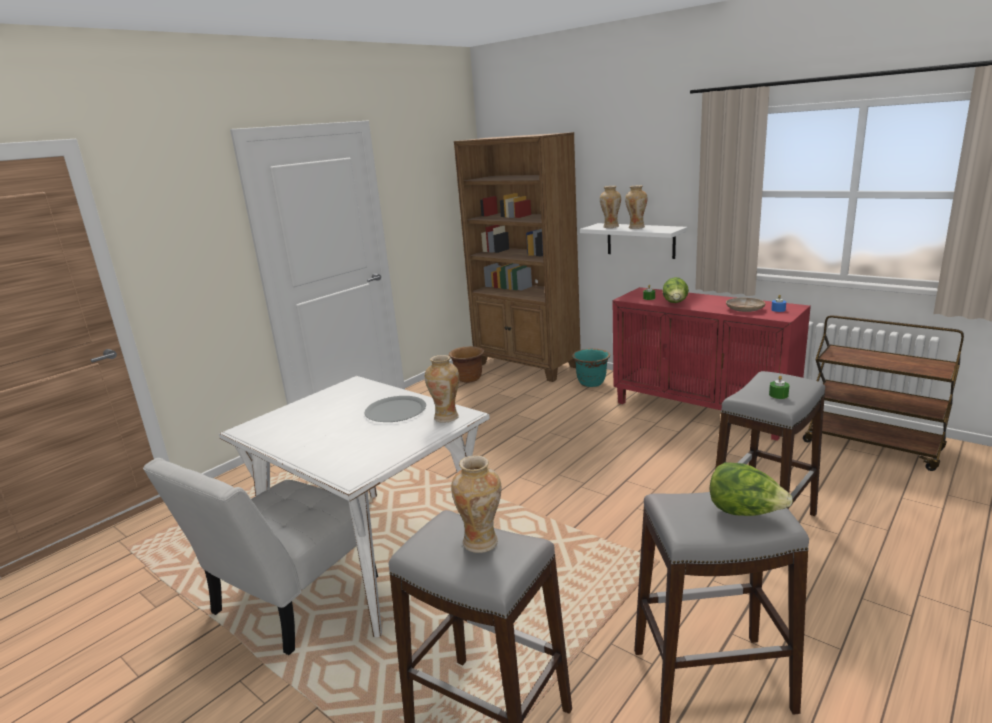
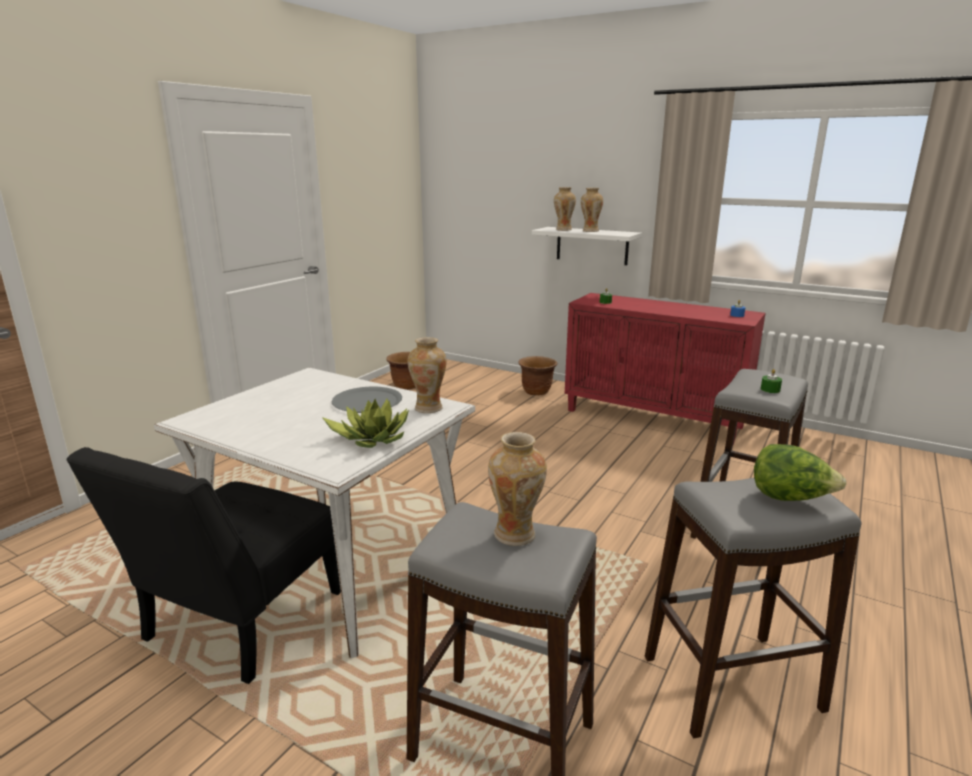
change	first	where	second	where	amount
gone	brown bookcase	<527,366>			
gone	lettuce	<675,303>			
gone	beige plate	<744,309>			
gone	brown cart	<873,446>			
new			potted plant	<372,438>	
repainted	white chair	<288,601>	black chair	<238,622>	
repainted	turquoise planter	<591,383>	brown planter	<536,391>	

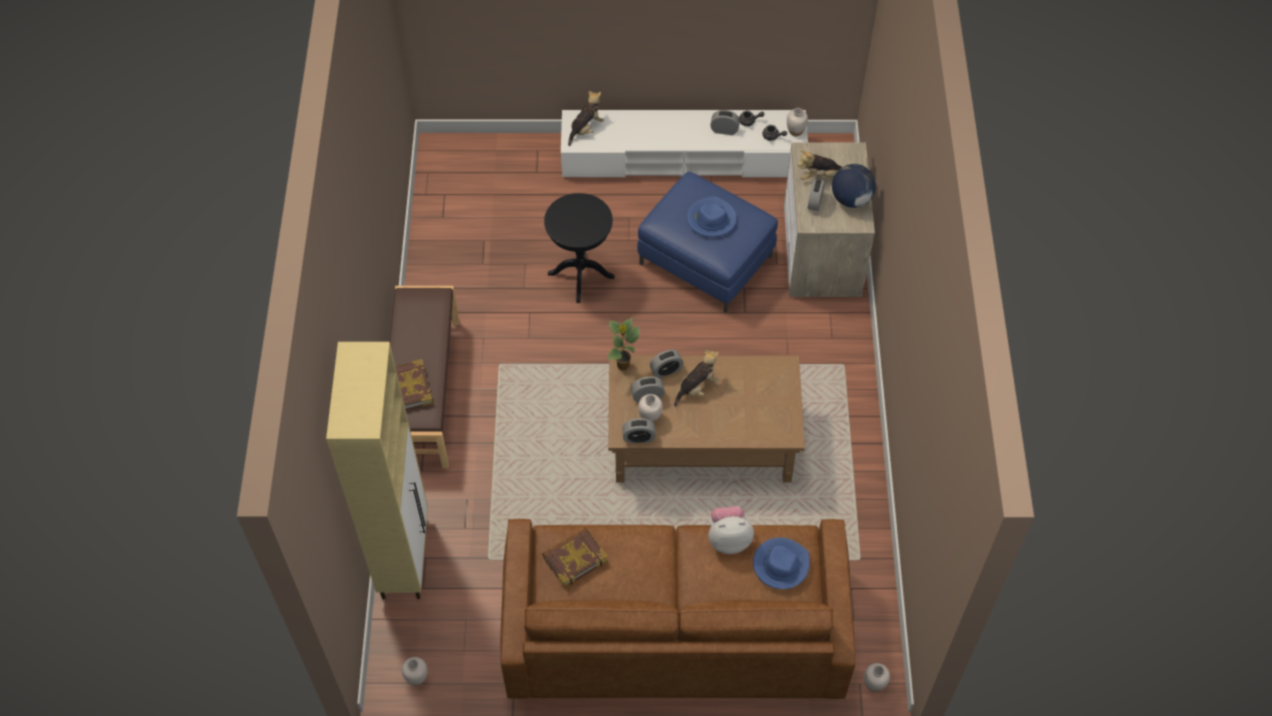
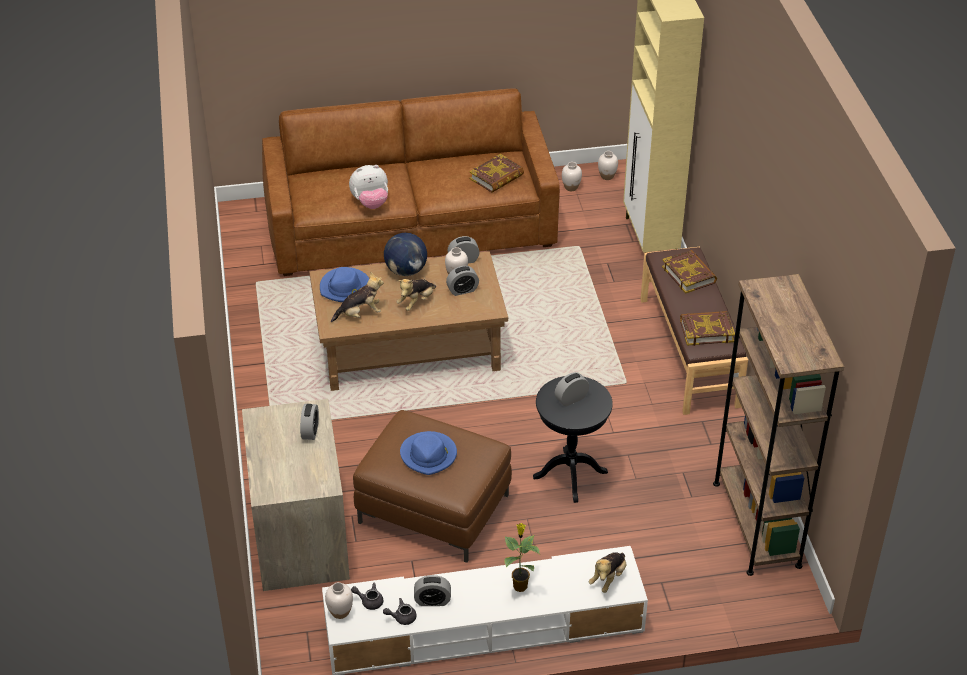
change	first	where	second	where	amount
new			book	<706,331>	
new			brown bookcase	<756,524>	
shifted	potted plant	<623,366>		<520,585>	
shifted	alarm clock	<666,370>		<571,399>	
shifted	blue hat	<780,564>		<345,287>	
shifted	plush toy	<819,176>		<360,314>	
shifted	globe	<851,199>		<406,271>	
shifted	white vase	<874,684>		<571,187>	
repainted	blue ottoman	<706,260>	brown ottoman	<433,509>	

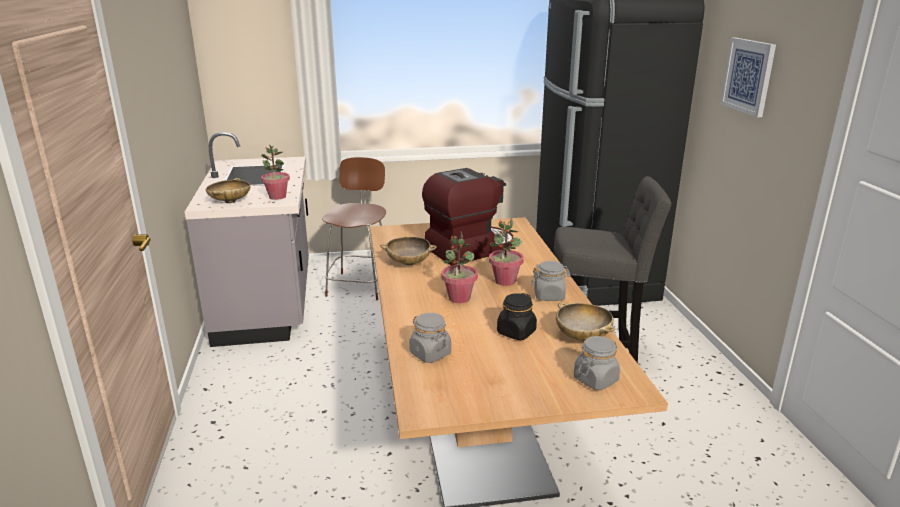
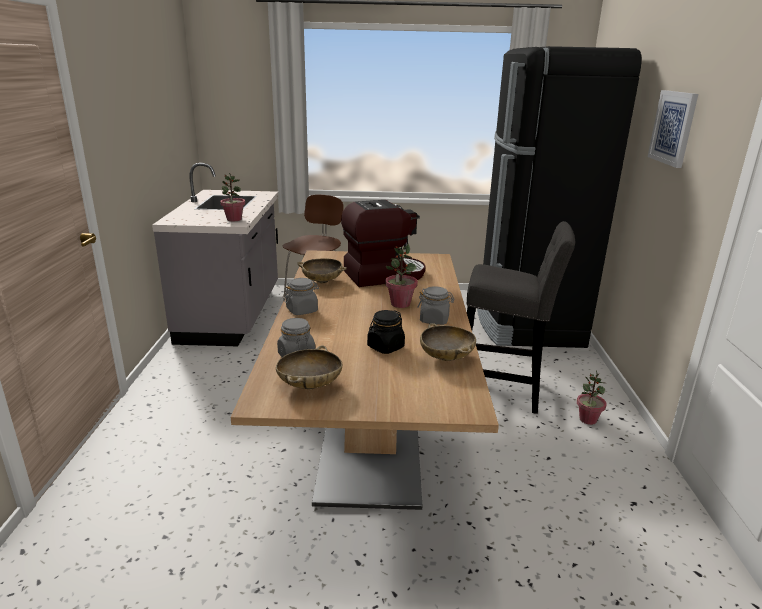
change	first	where	second	where	amount
shifted	beige bowl	<229,201>		<309,385>	
shifted	potted plant	<459,298>		<587,419>	
shifted	grey jar	<595,379>		<302,310>	

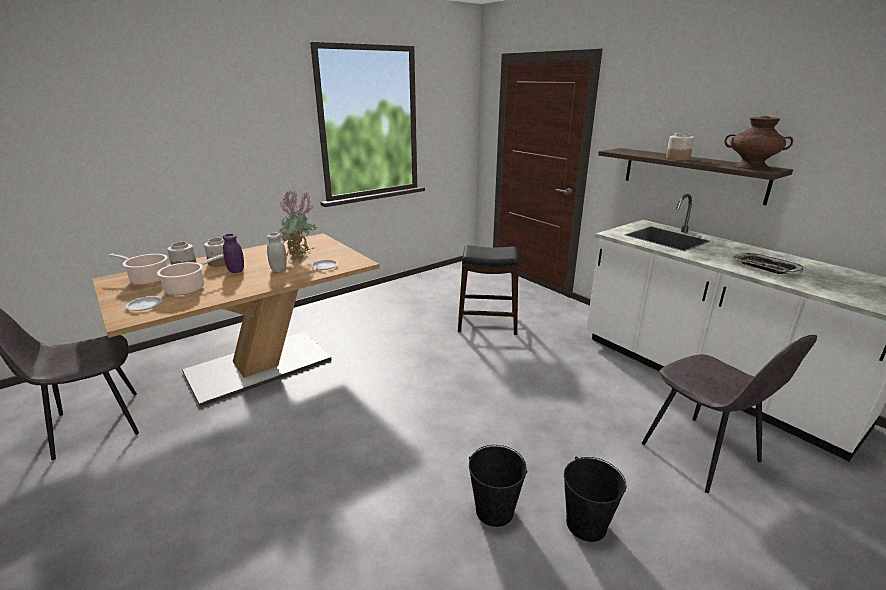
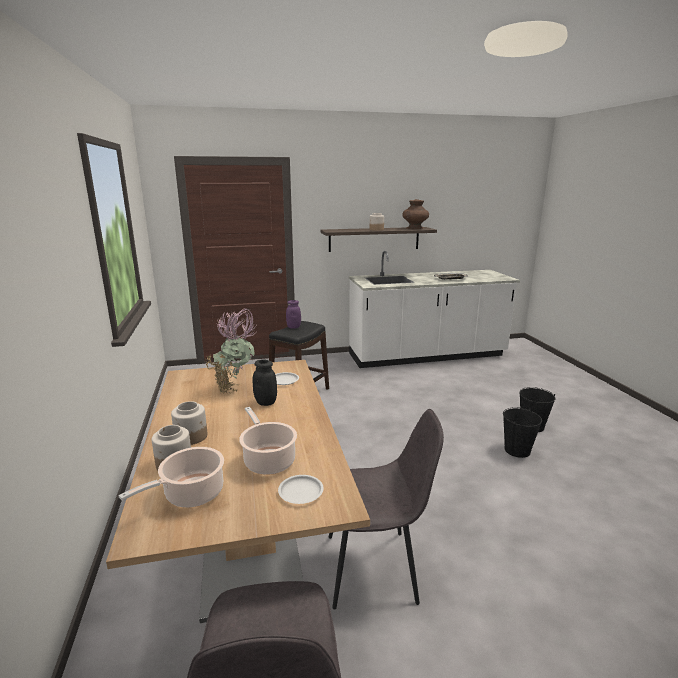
change	first	where	second	where	amount
shifted	purple jar	<236,270>		<293,327>	
shifted	grey chair	<702,454>		<373,567>	
repainted	white jar	<279,269>	black jar	<266,402>	

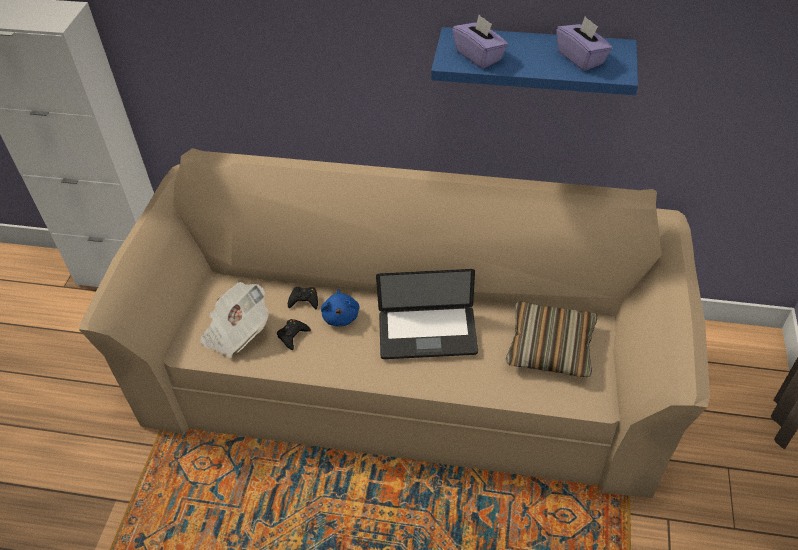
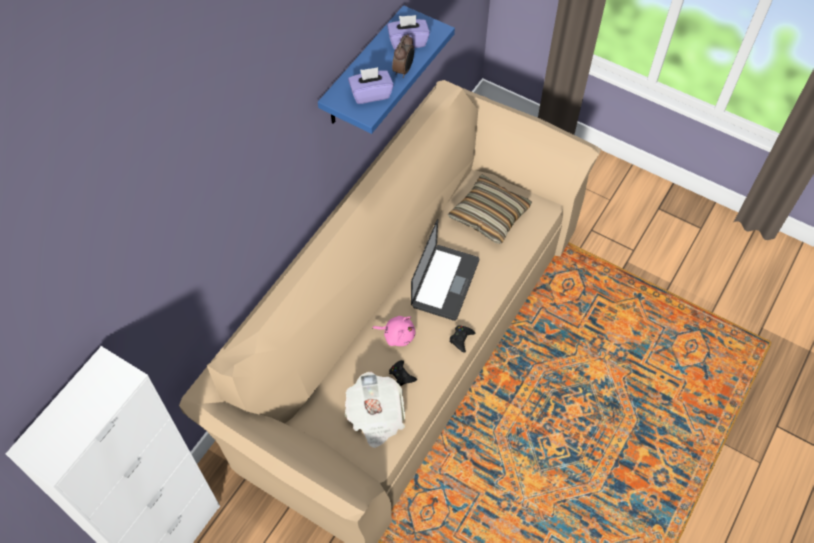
change	first	where	second	where	amount
new			alarm clock	<404,70>	
shifted	black game controller	<304,300>		<461,339>	
repainted	blue plush toy	<341,315>	pink plush toy	<397,335>	

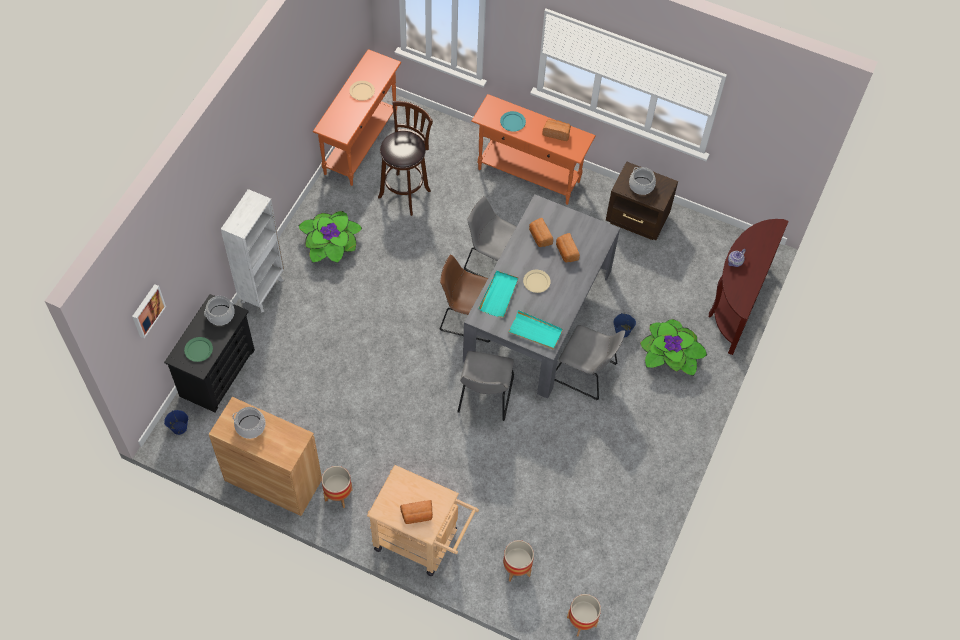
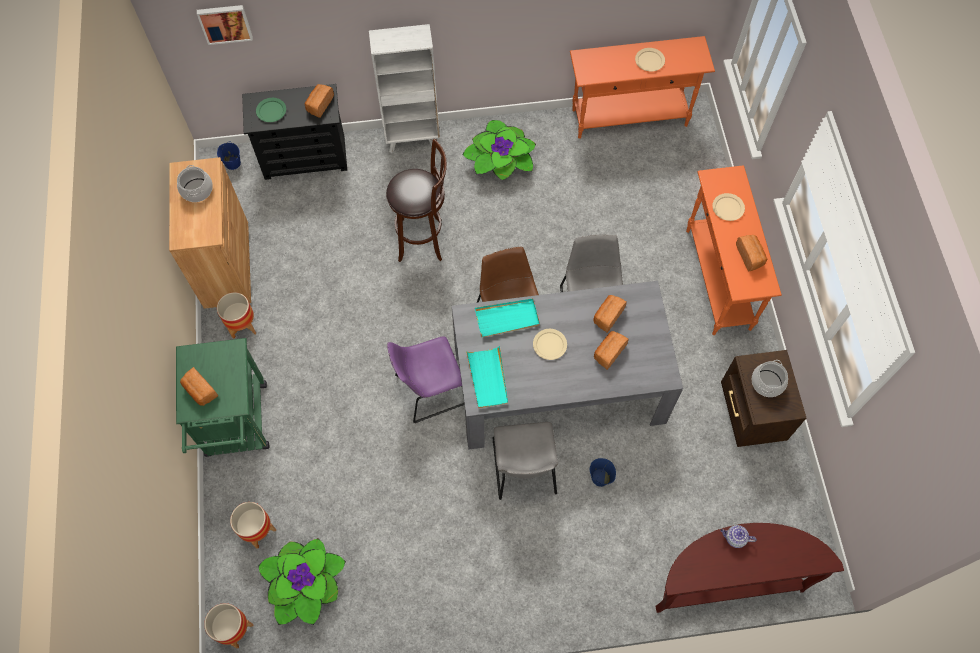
change	first	where	second	where	amount
shifted	brown stool	<406,192>		<423,240>	
shifted	potted plant	<669,356>		<305,584>	
swapped	cooking pot	<220,315>	bread	<319,105>	
repainted	beige cart	<422,542>	green cart	<237,427>	
repainted	grey chair	<485,396>	purple chair	<430,389>	
repainted	turquoise plate	<513,122>	beige plate	<728,208>	

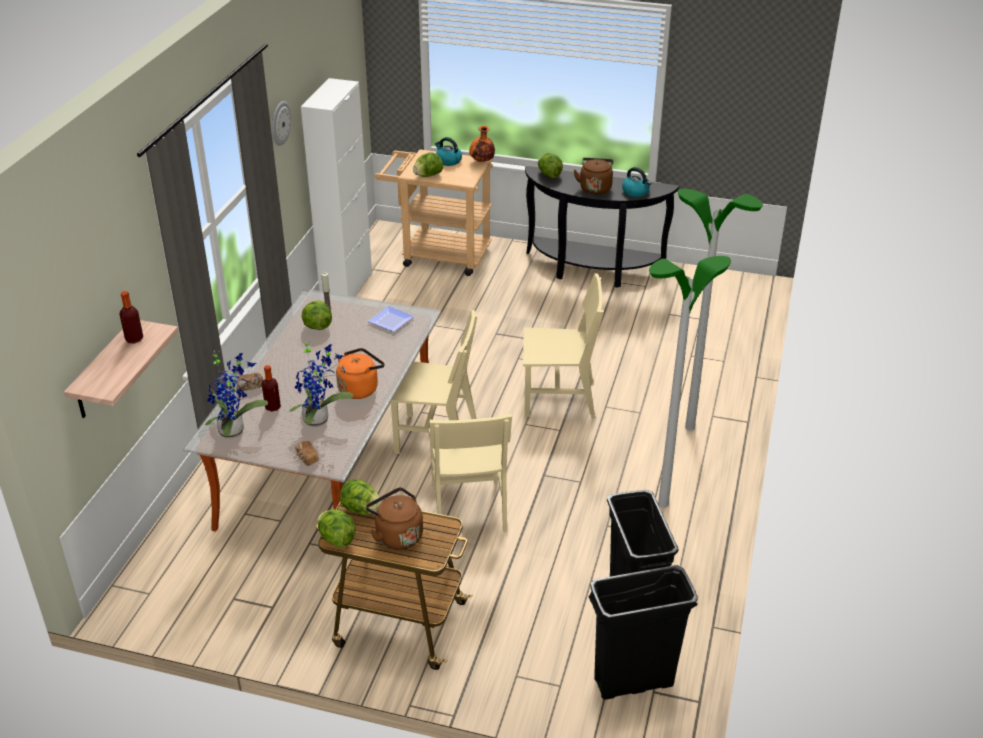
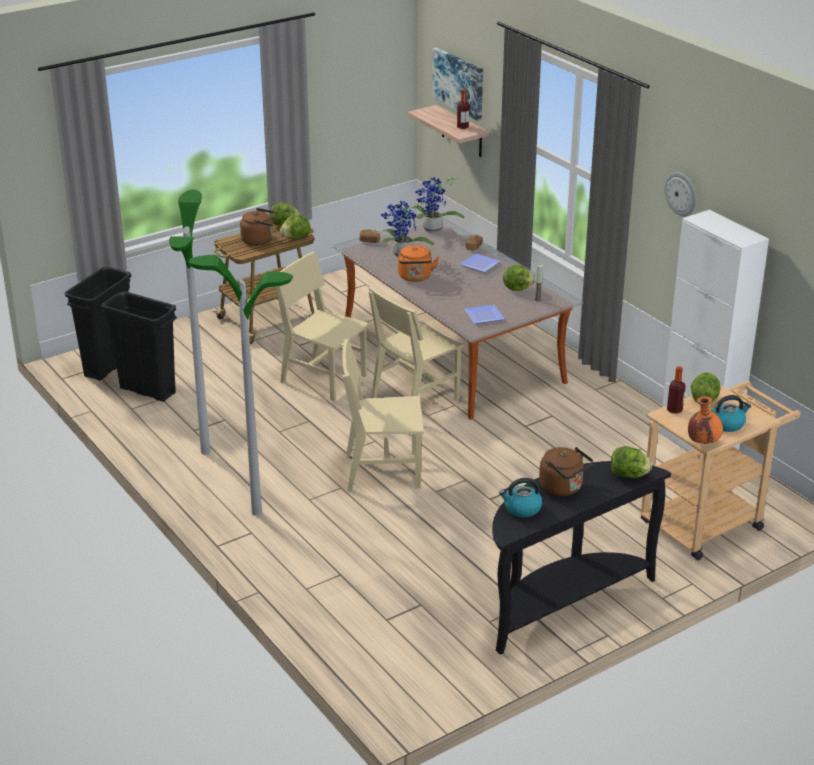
change	first	where	second	where	amount
new			picture	<459,83>	
new			plate	<481,264>	
shifted	bottle	<272,407>		<674,410>	
rotated	beige chair	<559,399>		<382,471>	45 degrees clockwise

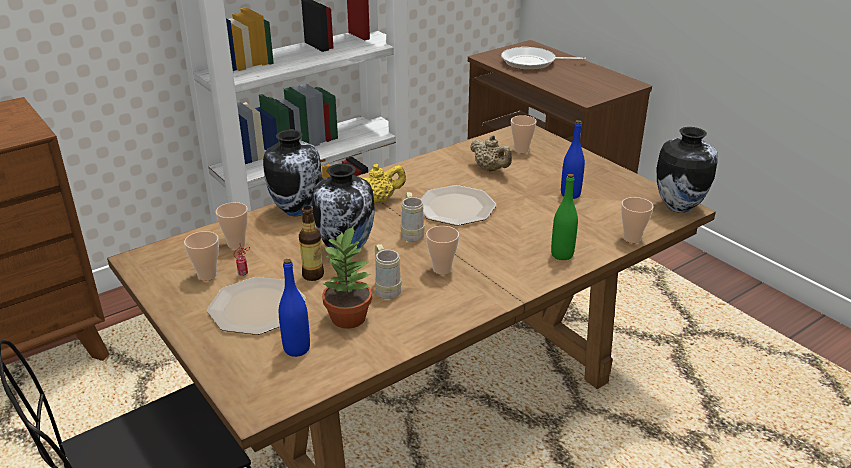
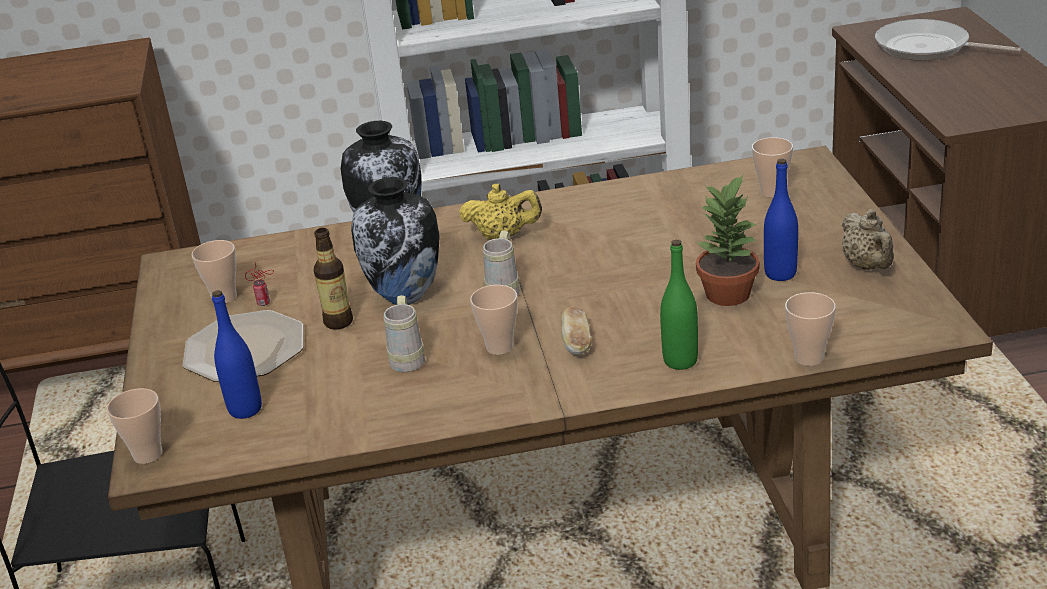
change	first	where	second	where	amount
gone	plate	<455,207>			
gone	vase	<678,206>			
new			bread	<577,343>	
shifted	cup	<236,244>		<147,455>	
shifted	potted plant	<349,318>		<729,294>	
shifted	beige teapot	<490,169>		<868,266>	

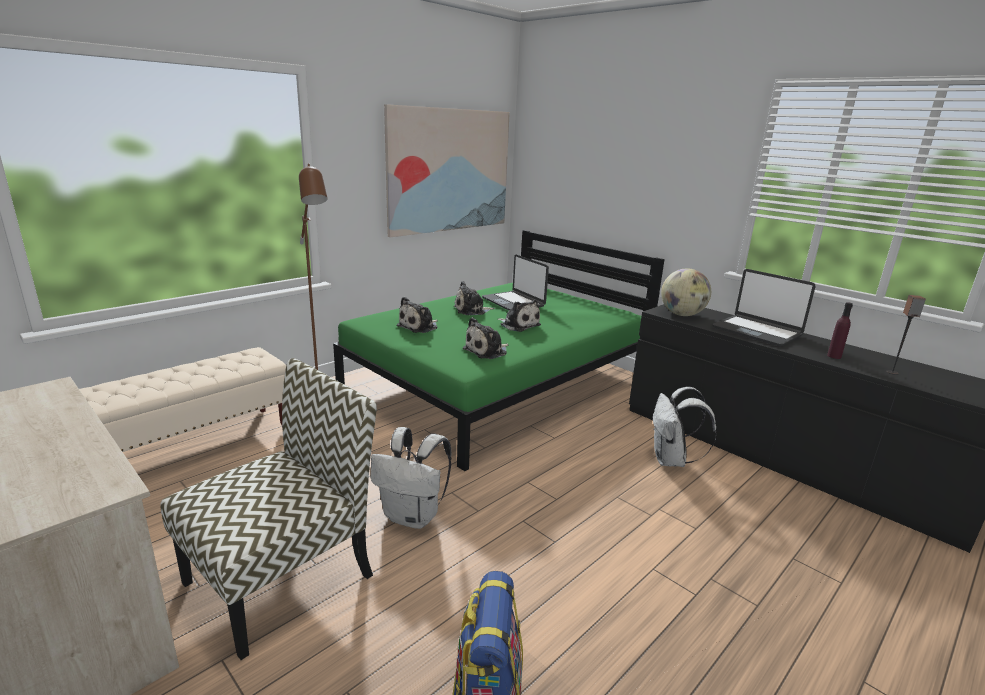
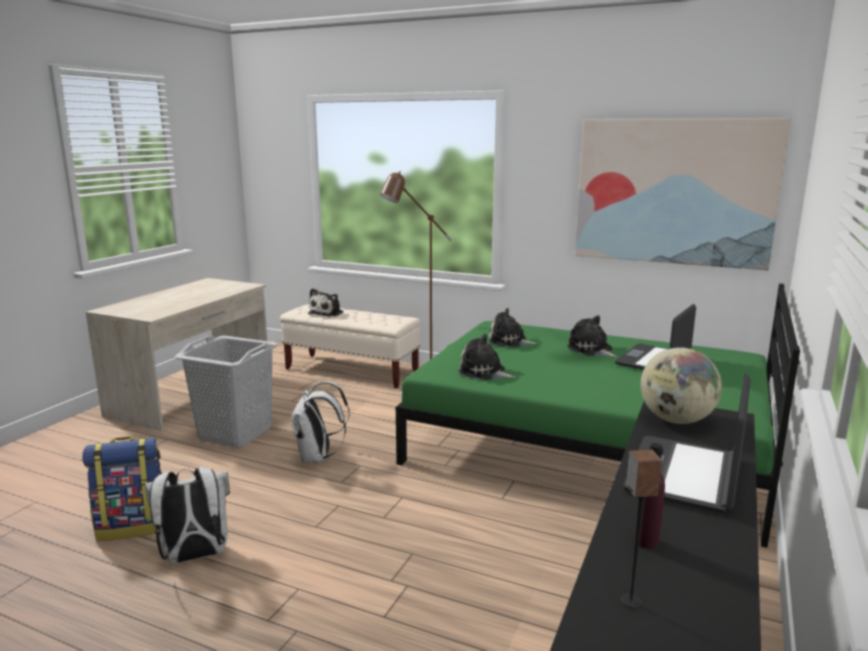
change	first	where	second	where	amount
shifted	plush toy	<518,325>		<327,313>	
shifted	white backpack	<671,460>		<195,556>	
swapped	chair	<282,577>	grey laundry basket	<235,434>	

